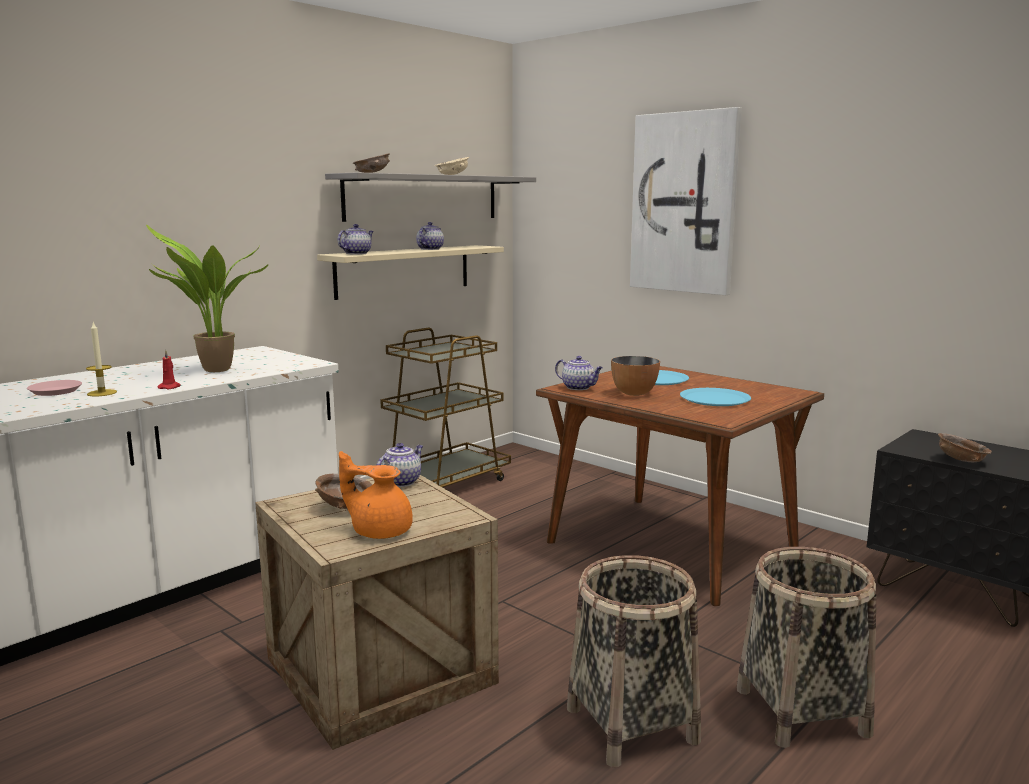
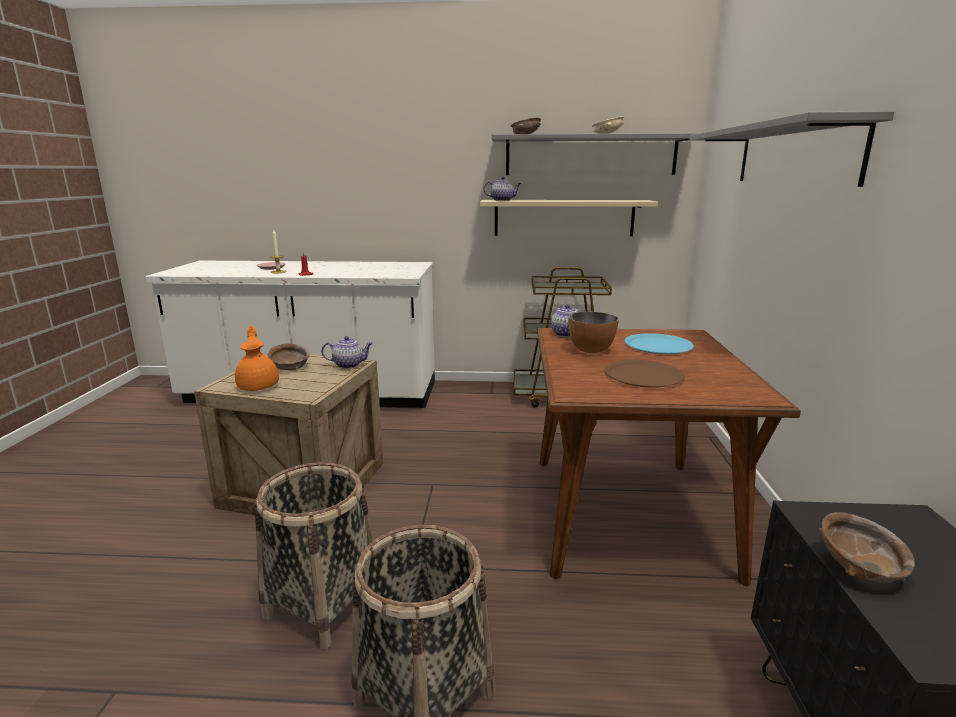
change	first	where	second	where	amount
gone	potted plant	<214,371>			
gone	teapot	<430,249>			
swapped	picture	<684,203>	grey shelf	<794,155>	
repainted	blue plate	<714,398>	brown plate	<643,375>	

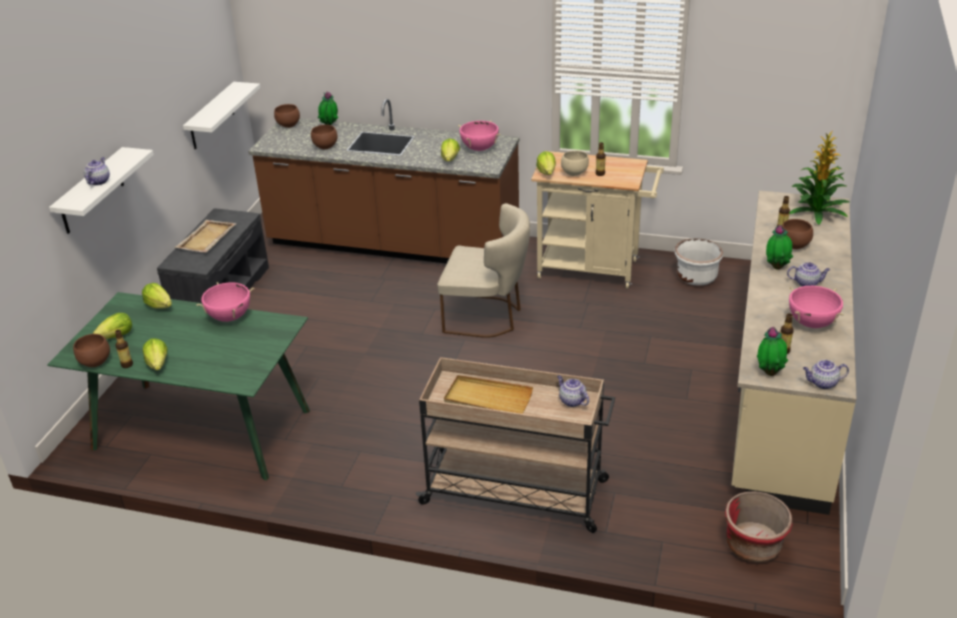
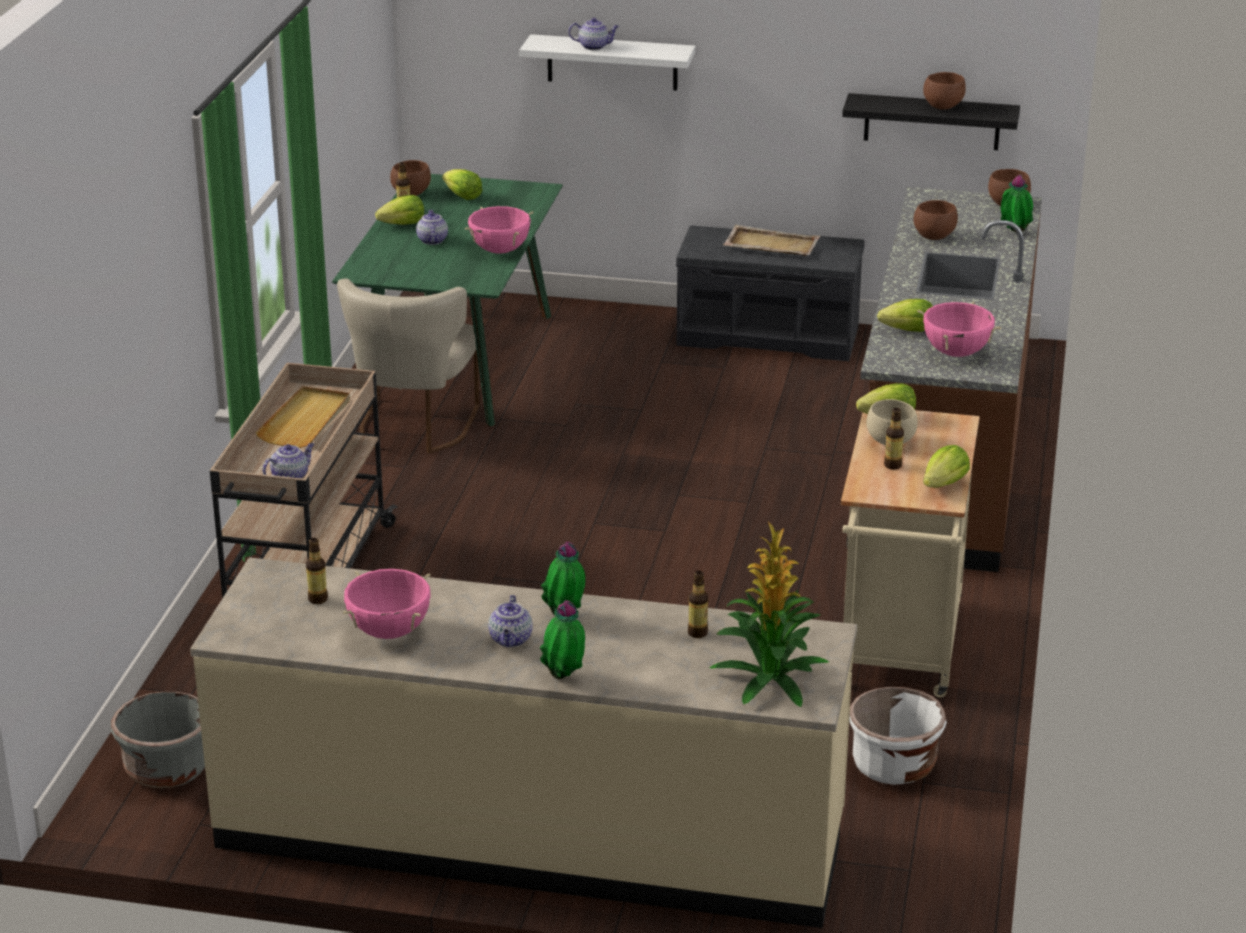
change	first	where	second	where	amount
shifted	lettuce	<159,305>		<944,484>	
shifted	beige chair	<487,317>		<413,429>	
shifted	potted plant	<769,372>		<564,677>	
shifted	brown bowl	<794,246>		<942,106>	
shifted	teapot	<822,383>		<432,240>	
repainted	white shelf	<211,116>	black shelf	<932,122>	
repainted	red planter	<753,545>	grey planter	<167,770>	

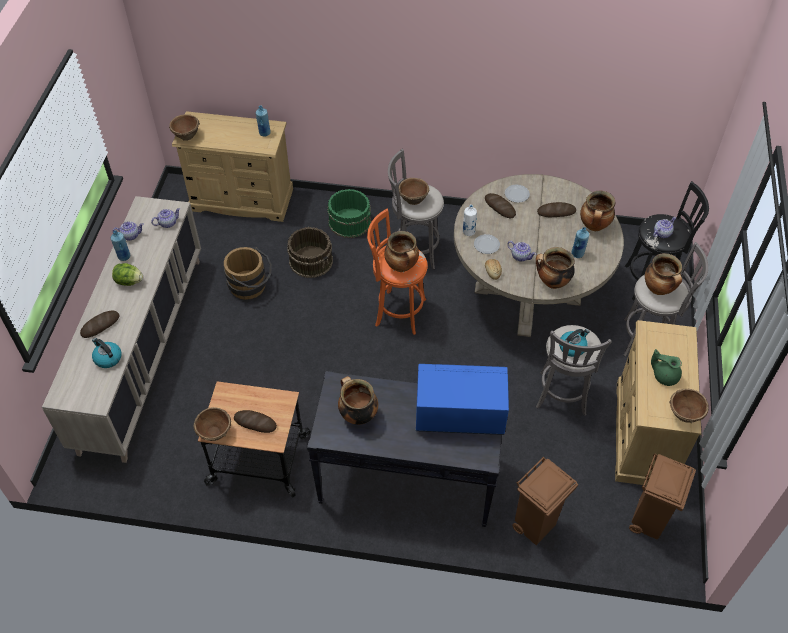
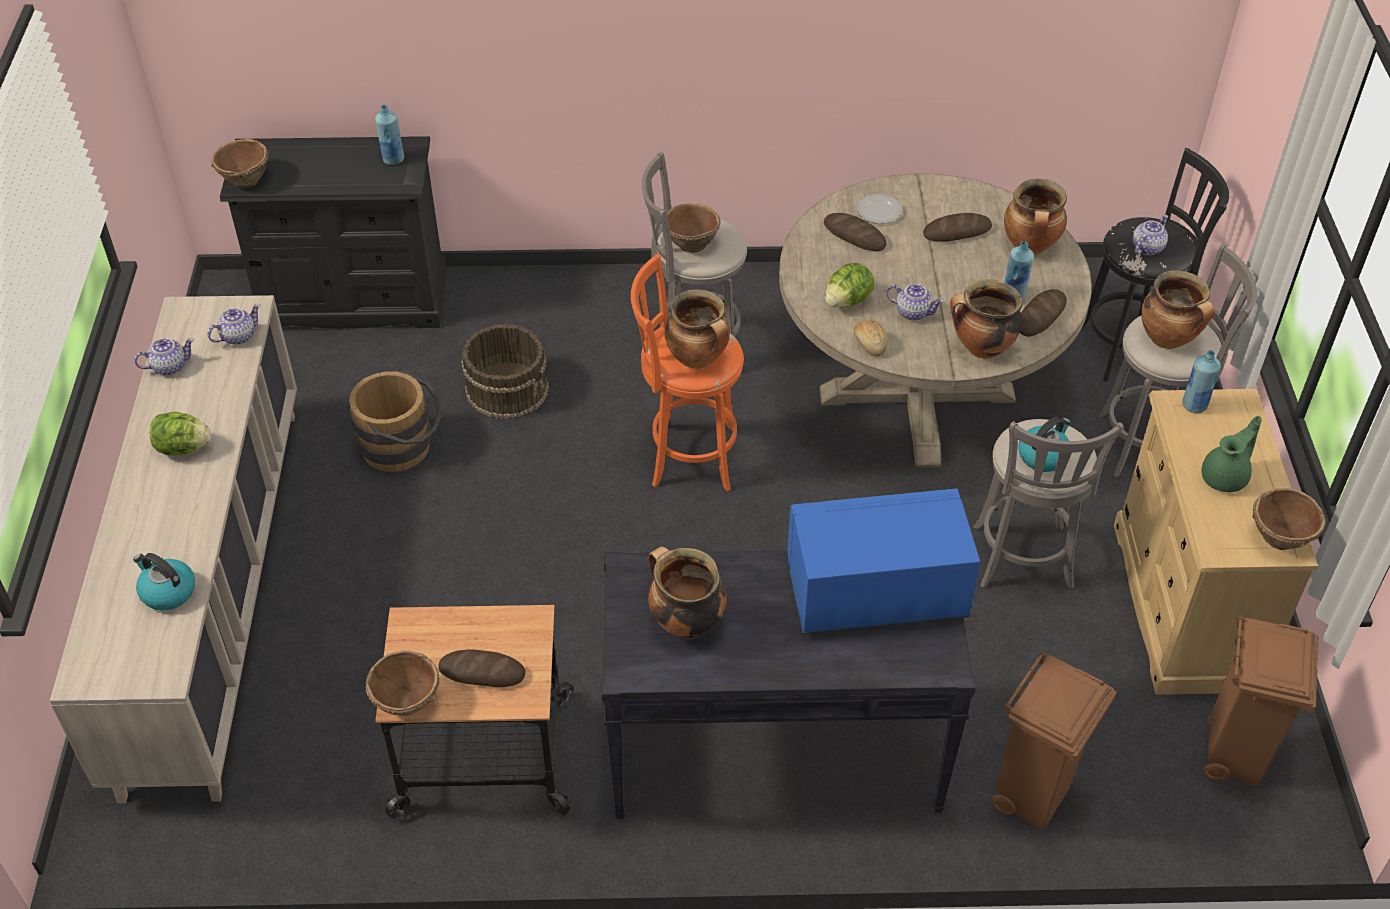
change	first	where	second	where	amount
gone	green bucket	<350,222>			
gone	white bottle	<468,232>			
shifted	bread	<100,325>		<1041,316>	
shifted	blue bottle	<124,256>		<1194,405>	
swapped	plate	<487,245>	lettuce	<847,301>	
repainted	beige dresser	<241,200>	black dresser	<354,299>	
rotated	green teapot	<664,376>		<1226,477>	120 degrees clockwise

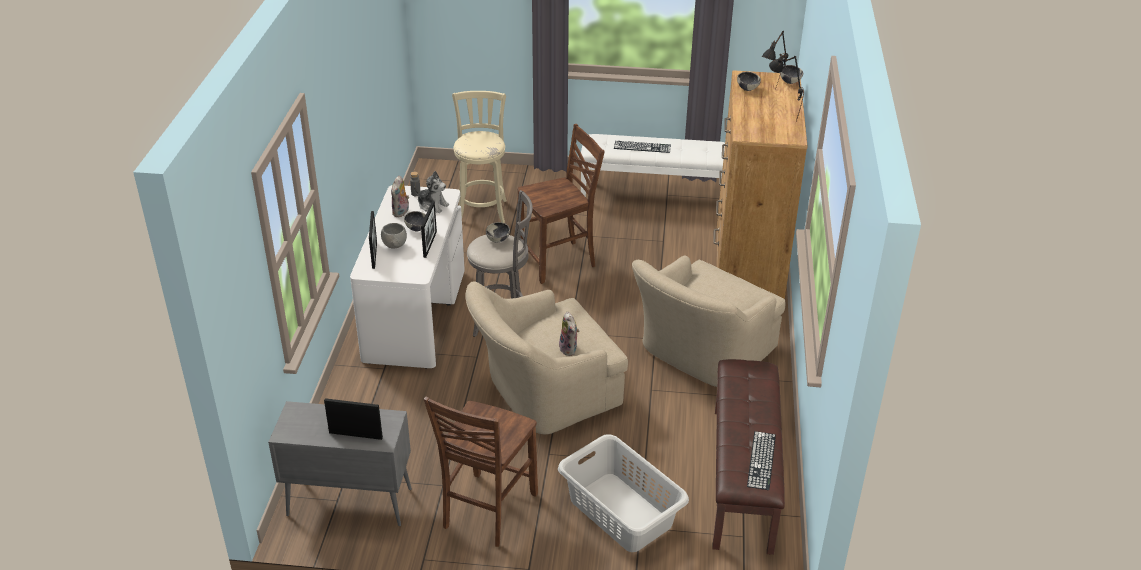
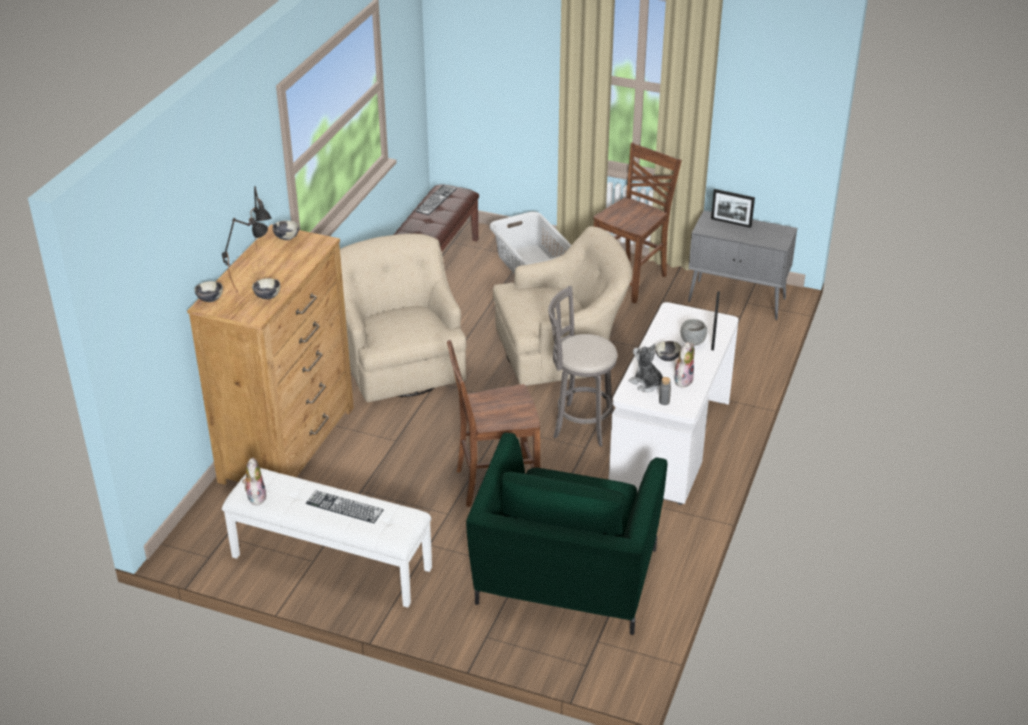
change	first	where	second	where	amount
gone	picture frame	<430,244>			
shifted	bowl	<498,240>		<286,238>	
shifted	plush toy	<569,349>		<255,496>	
swapped	beige stool	<482,209>	green armchair	<565,578>	
rotated	beige armchair	<701,354>		<401,362>	75 degrees counterclockwise

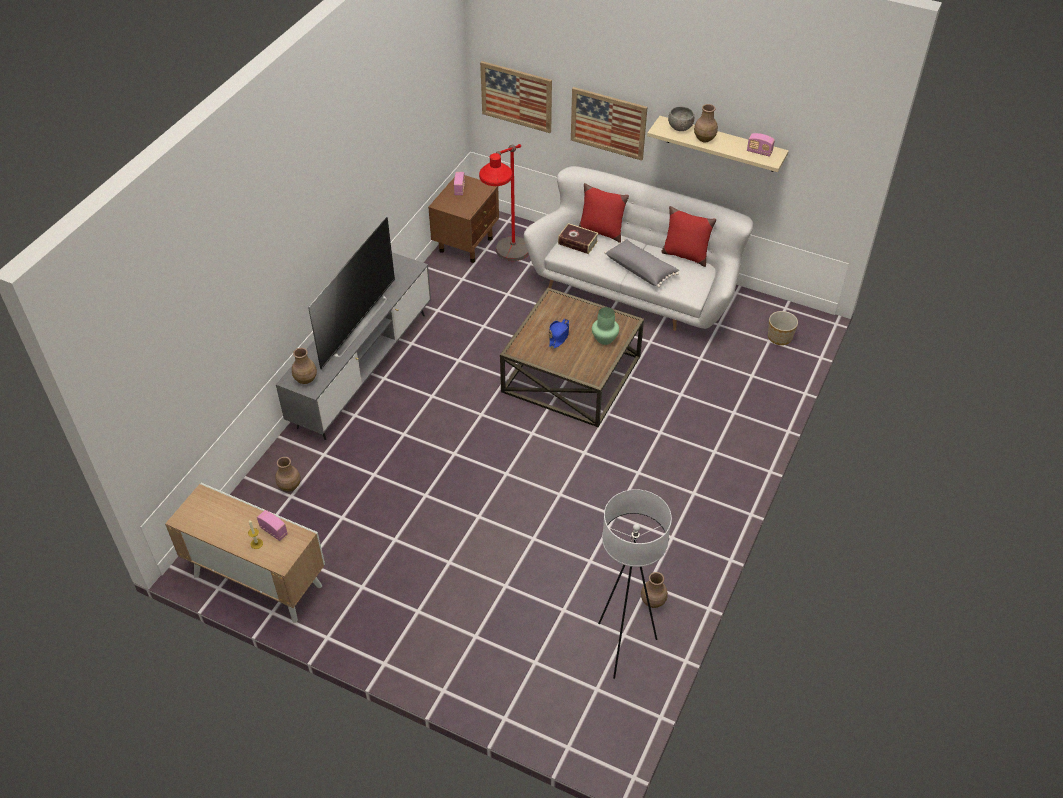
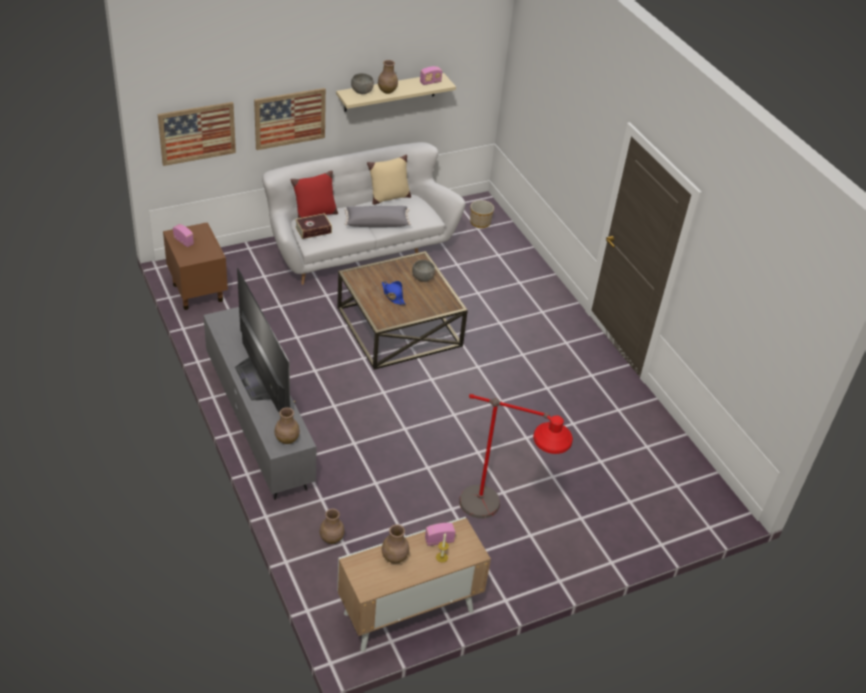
change	first	where	second	where	amount
gone	white floor lamp	<622,647>			
shifted	red floor lamp	<507,265>		<498,521>	
shifted	brown vase	<652,601>		<394,557>	
swapped	green vase	<605,339>	grey bowl	<423,278>	
repainted	red pillow	<685,255>	beige pillow	<388,197>	

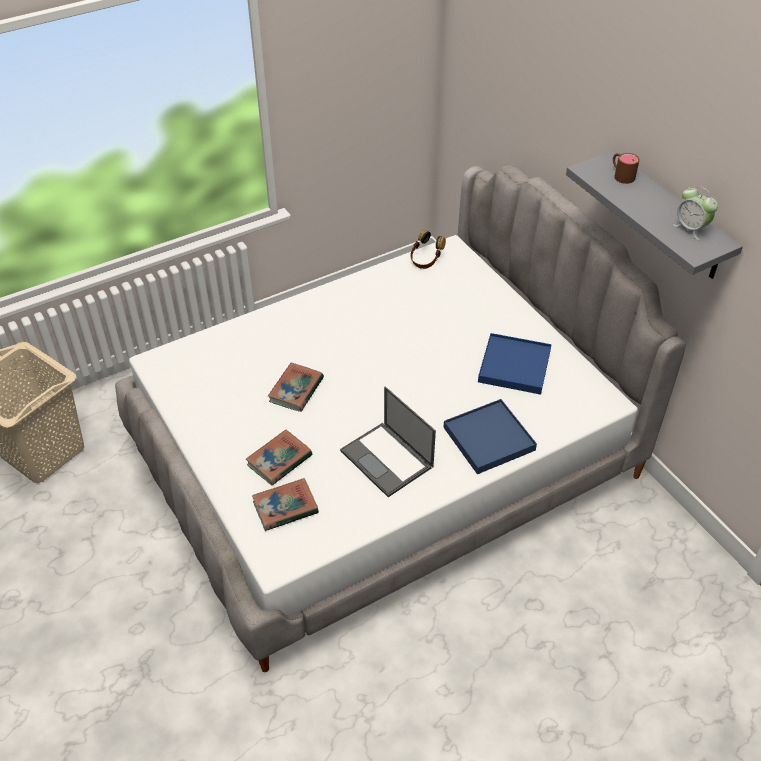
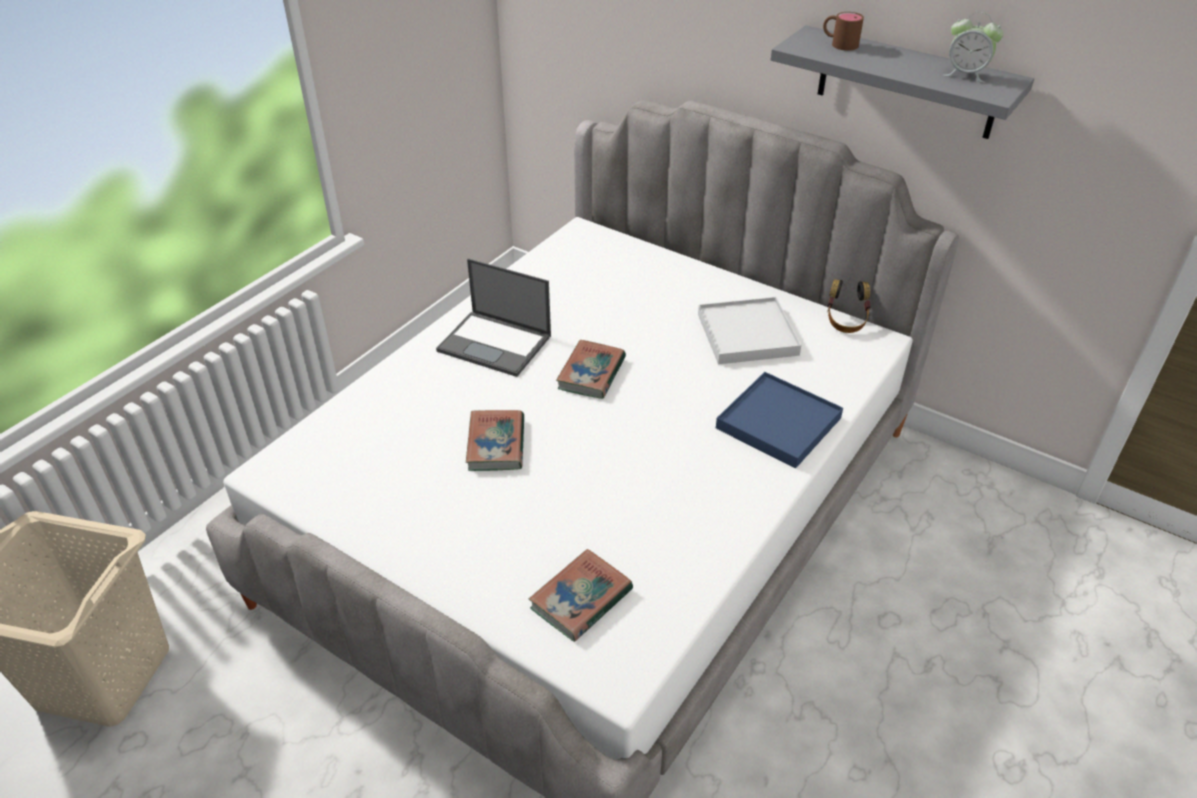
change	first	where	second	where	amount
shifted	book	<279,460>		<591,373>	
shifted	laptop	<388,459>		<496,343>	
shifted	headphones	<426,260>		<845,321>	
repainted	blue tray	<514,366>	white tray	<747,334>	

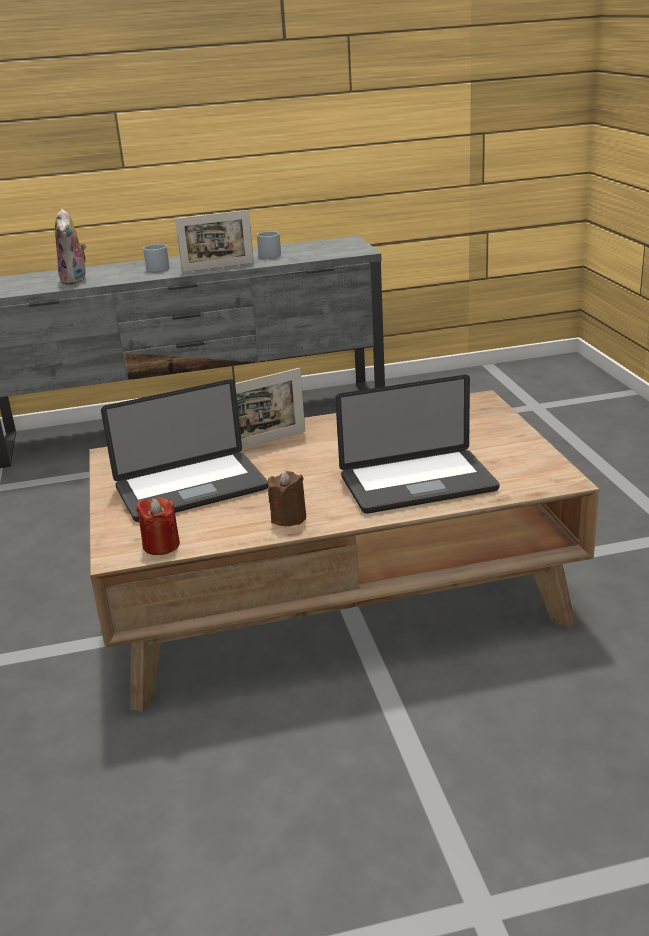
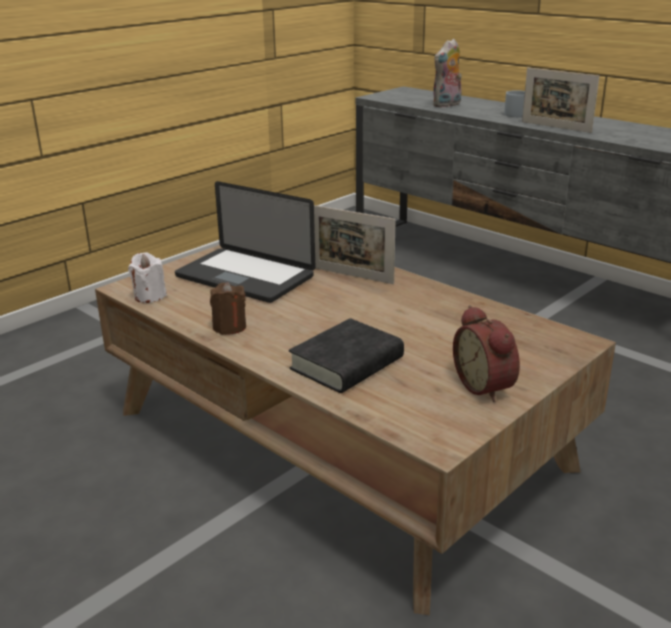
change	first	where	second	where	amount
gone	grey mug	<268,255>			
new			alarm clock	<486,386>	
swapped	laptop	<418,484>	black book	<347,364>	
repainted	red candle	<161,545>	white candle	<150,296>	

